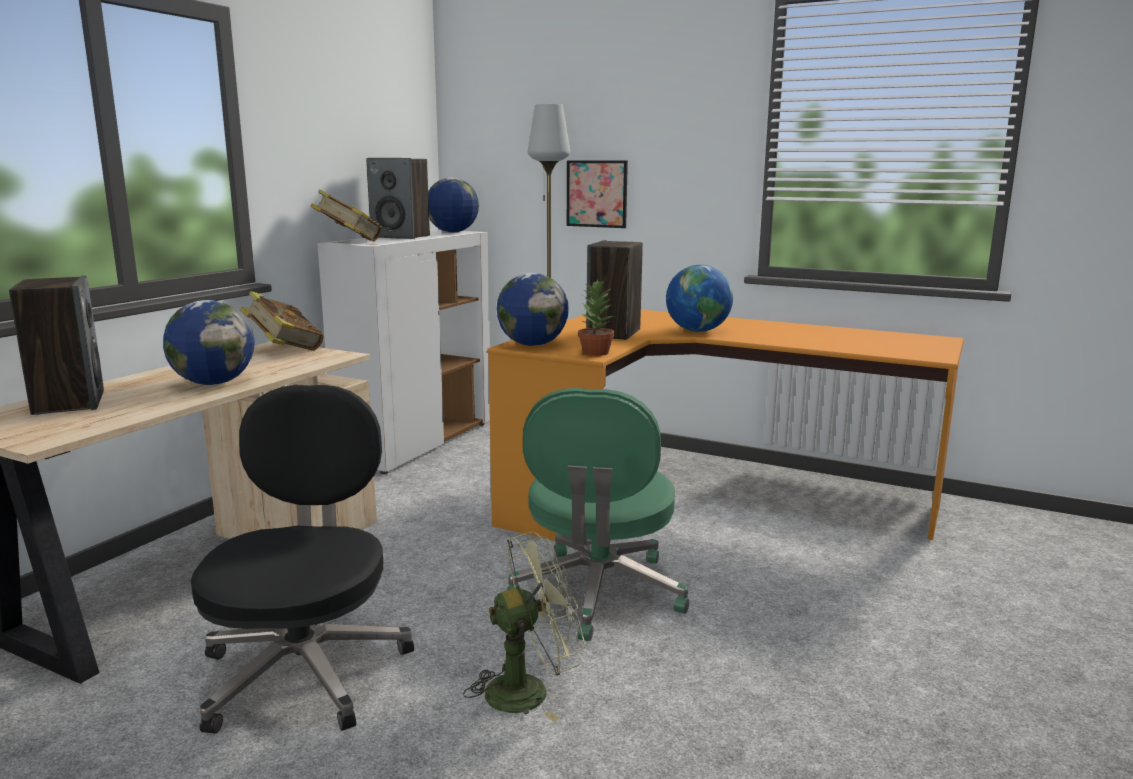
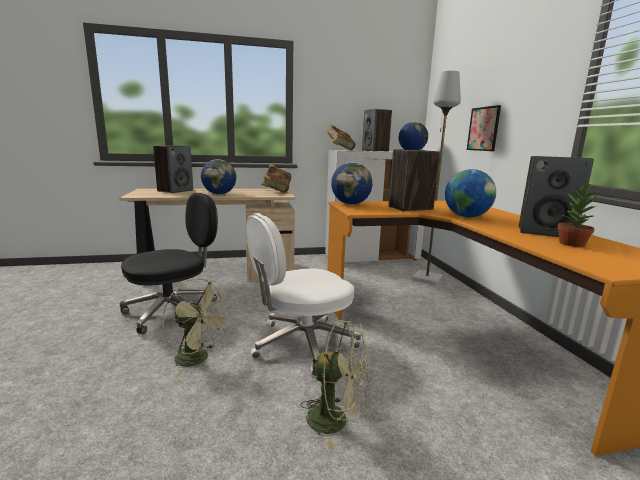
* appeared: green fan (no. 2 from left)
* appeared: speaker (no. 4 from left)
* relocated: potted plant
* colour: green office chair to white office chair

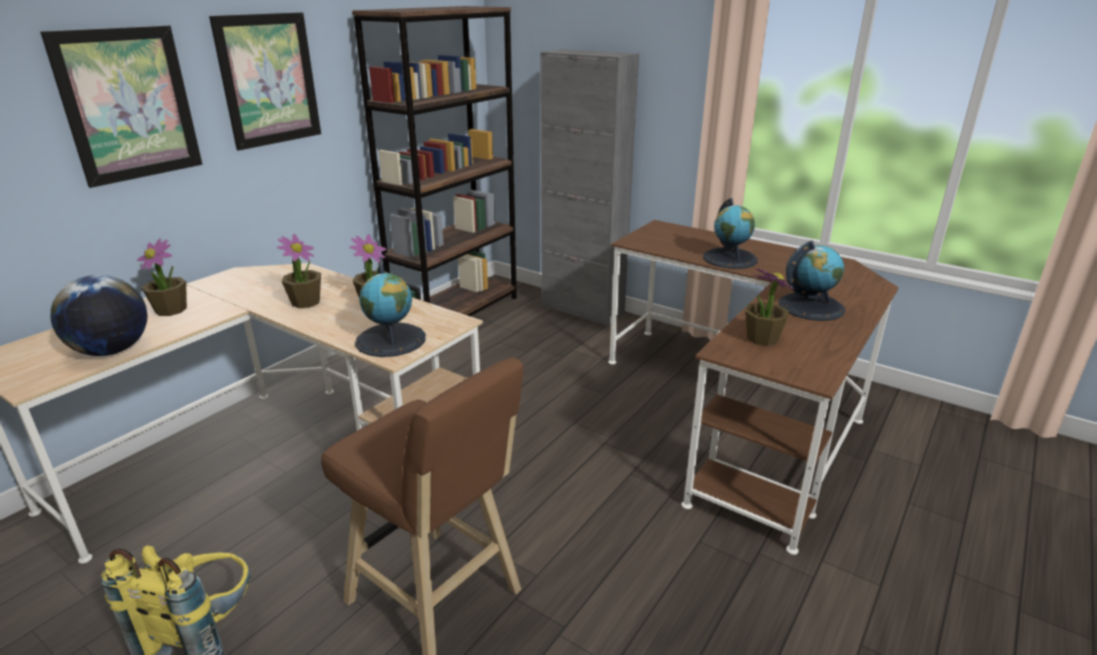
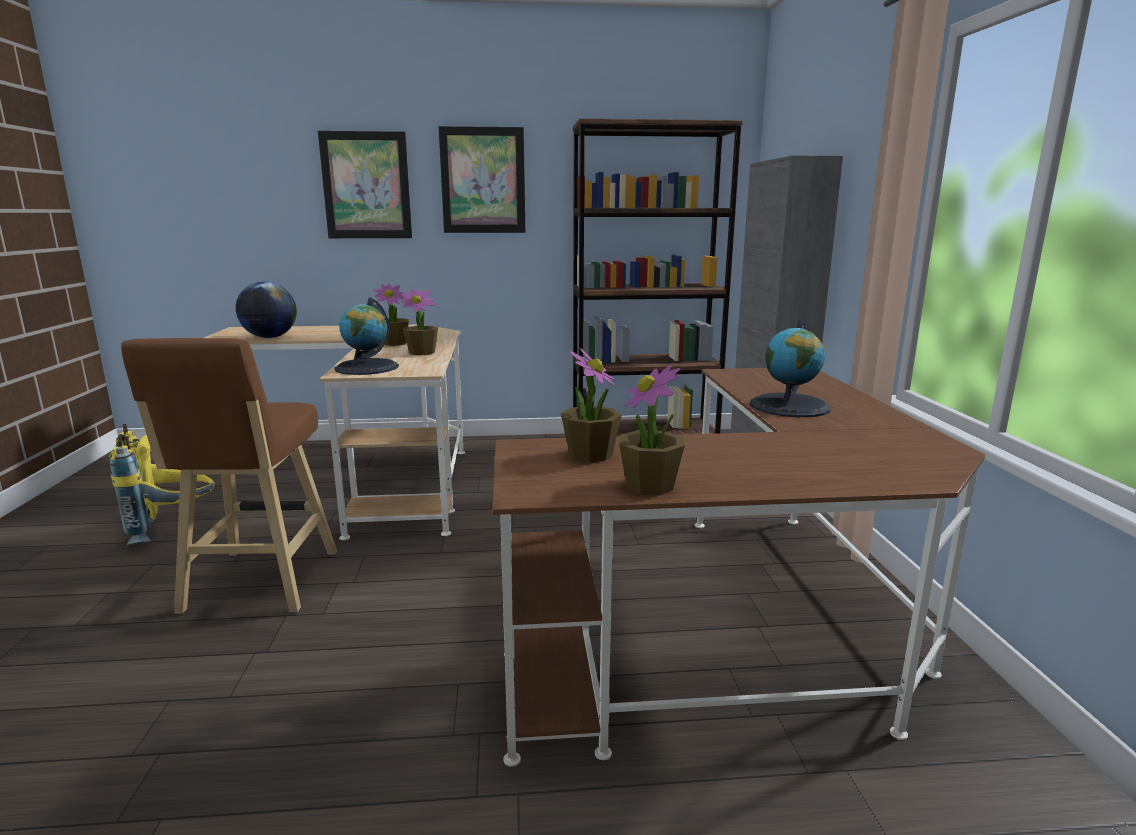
* missing: globe (no. 4 from left)
* relocated: potted plant (no. 1 from left in the first image) to potted plant (no. 4 from left)

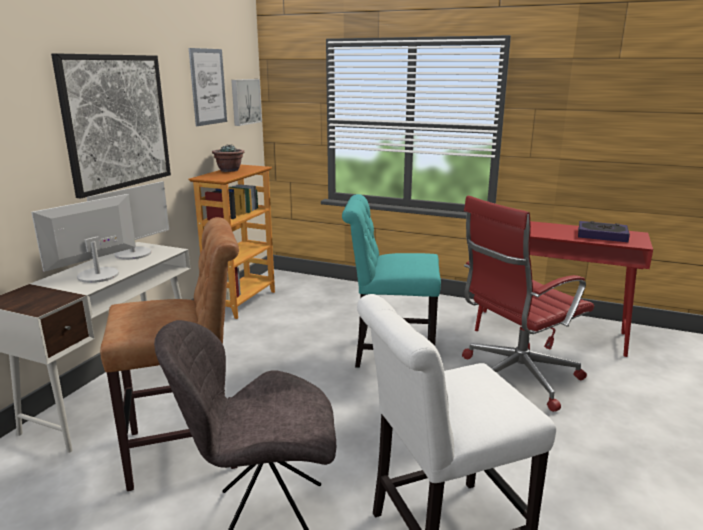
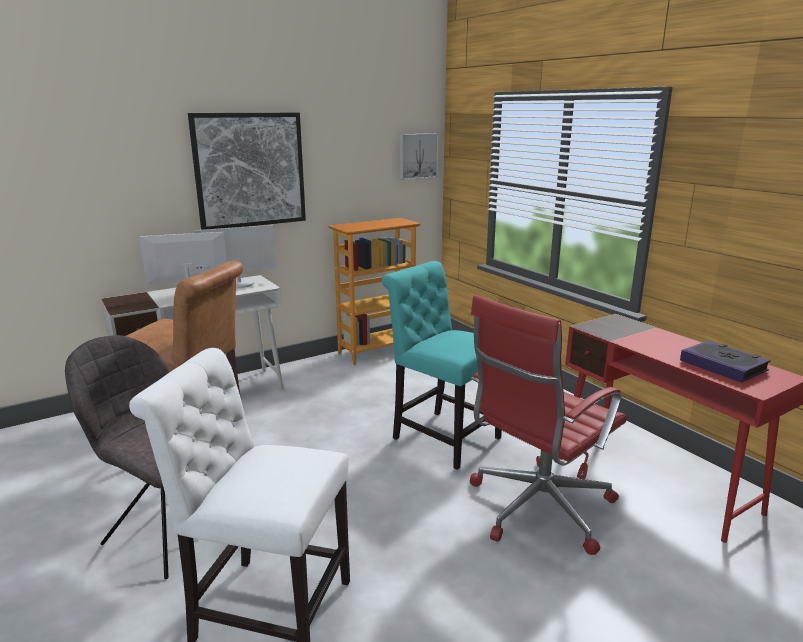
* missing: picture (no. 2 from left)
* missing: potted plant
* spun: red office chair 45 degrees counterclockwise

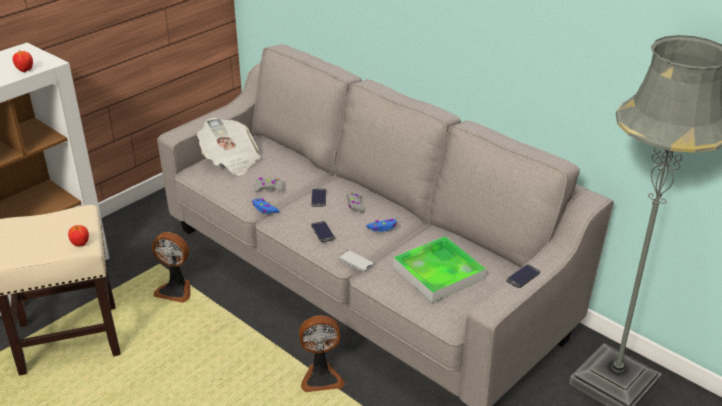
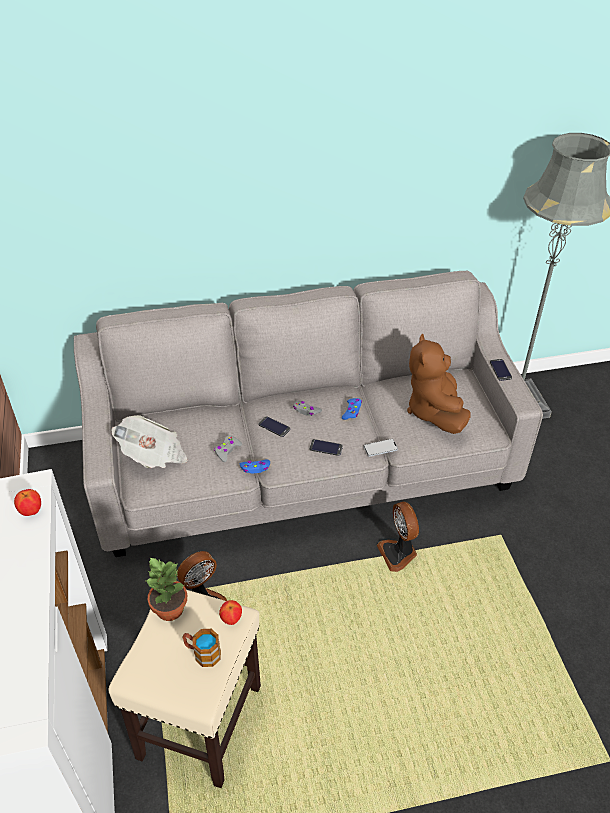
* appeared: potted plant
* appeared: mug
* exchanged: tray to brown plush toy
* spun: fan (no. 2 from left) 135 degrees clockwise

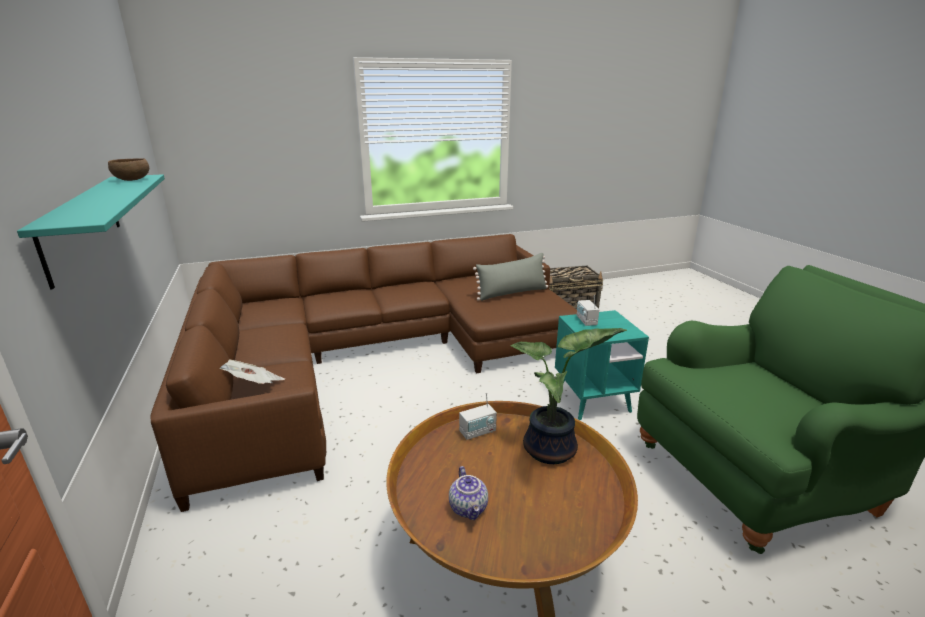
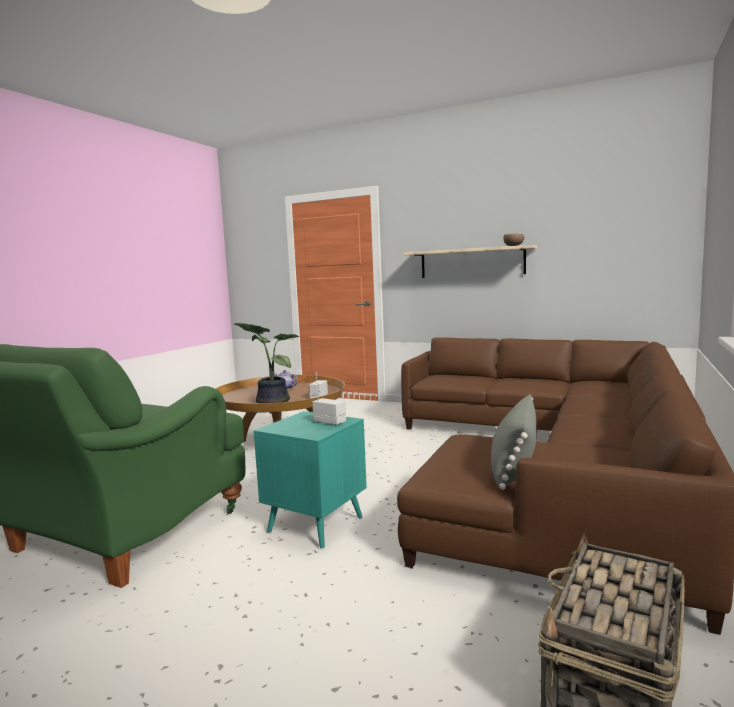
* missing: newspaper
* colour: turquoise shelf to beige shelf

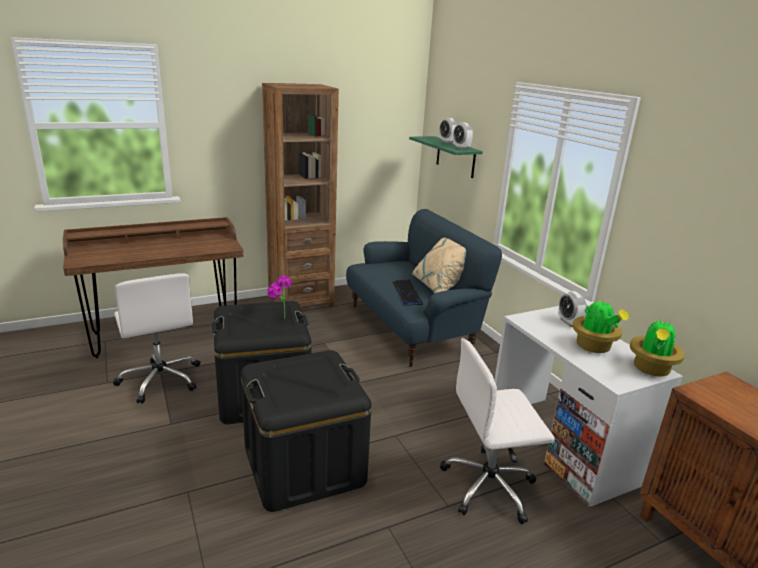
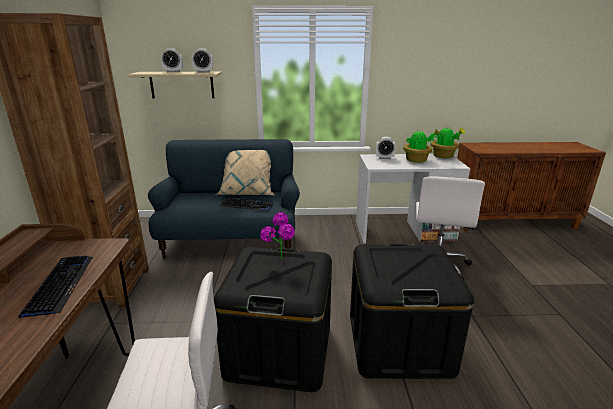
* appeared: keyboard (no. 1 from left)
* colour: green shelf to beige shelf

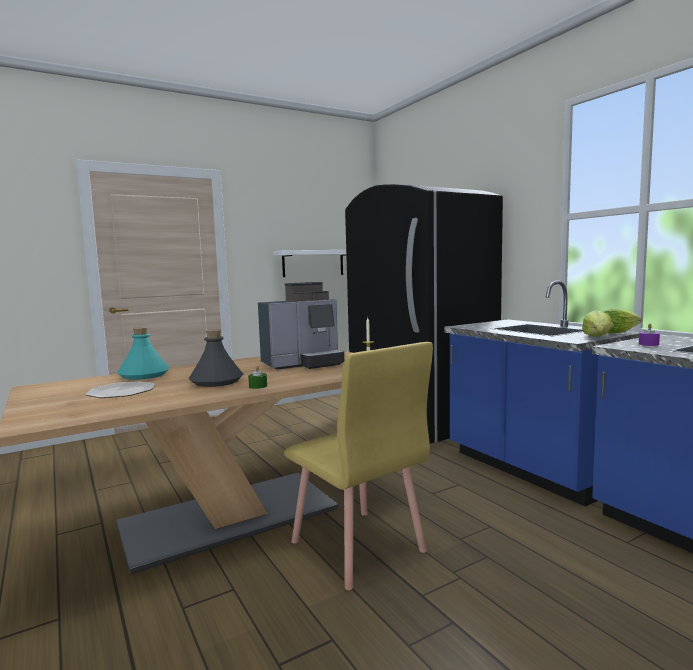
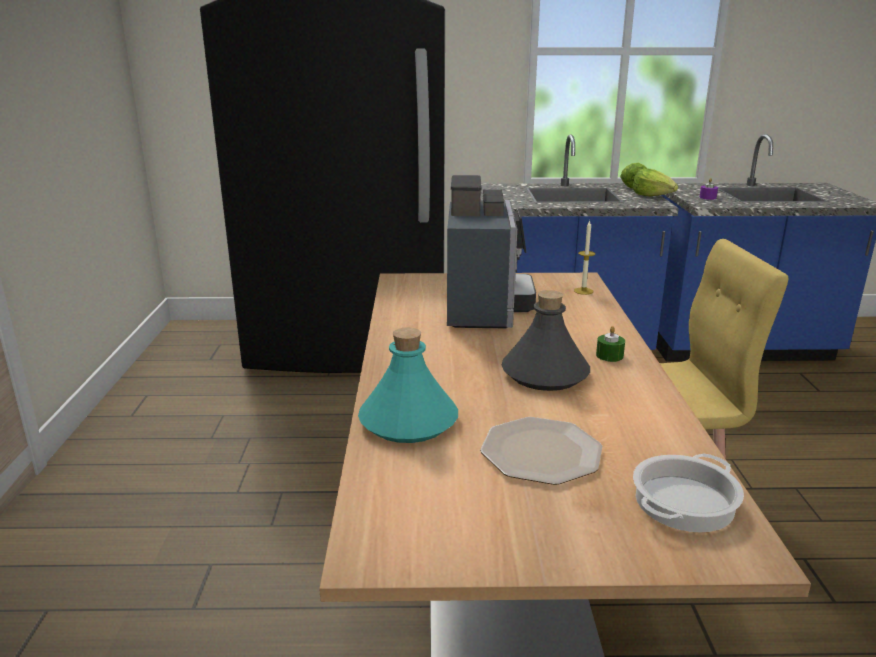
* missing: white shelf
* appeared: cooking pot

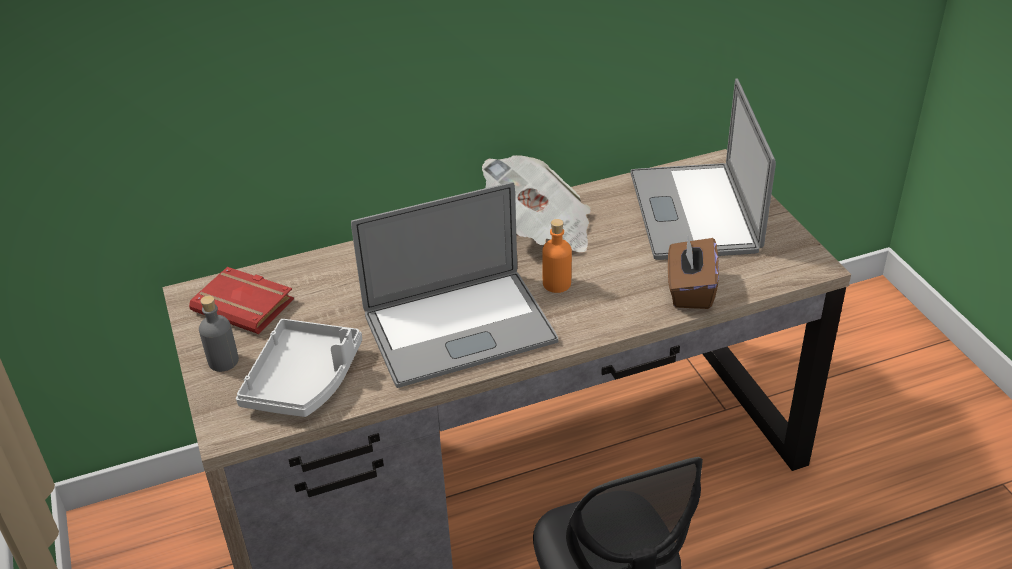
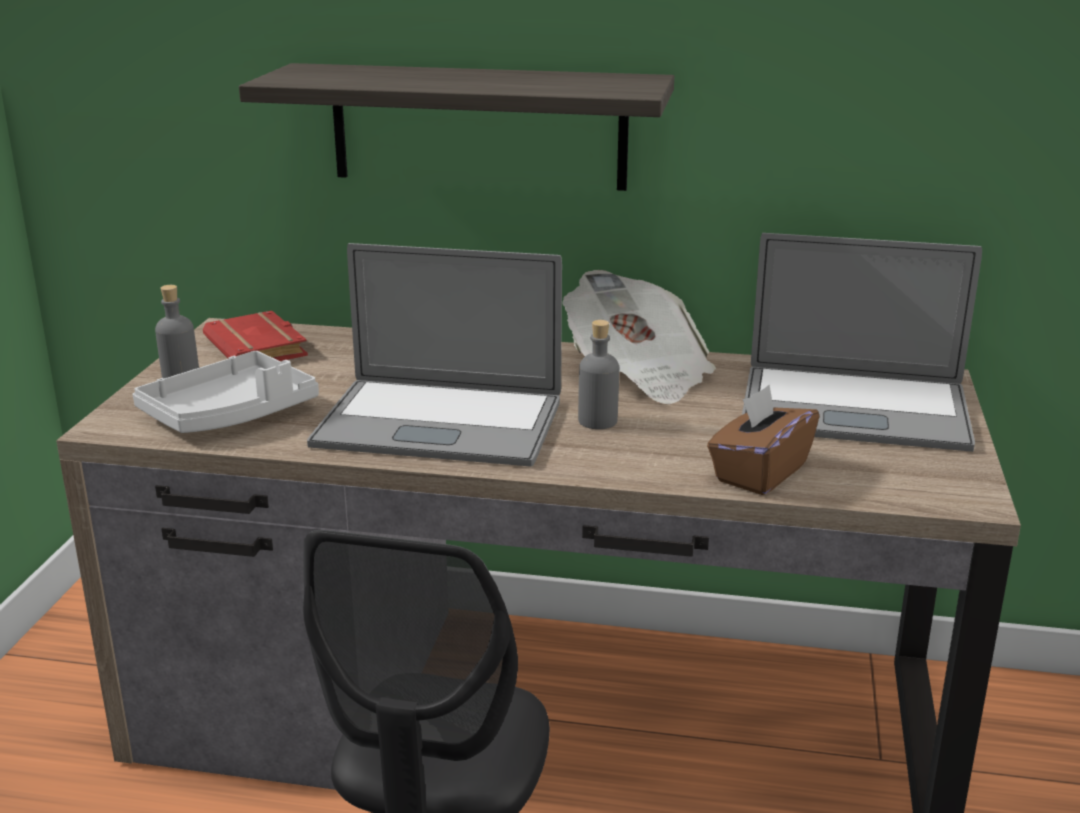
* appeared: shelf
* colour: orange bottle to grey bottle (no. 2 from left)
* spun: laptop (no. 2 from left) 105 degrees counterclockwise

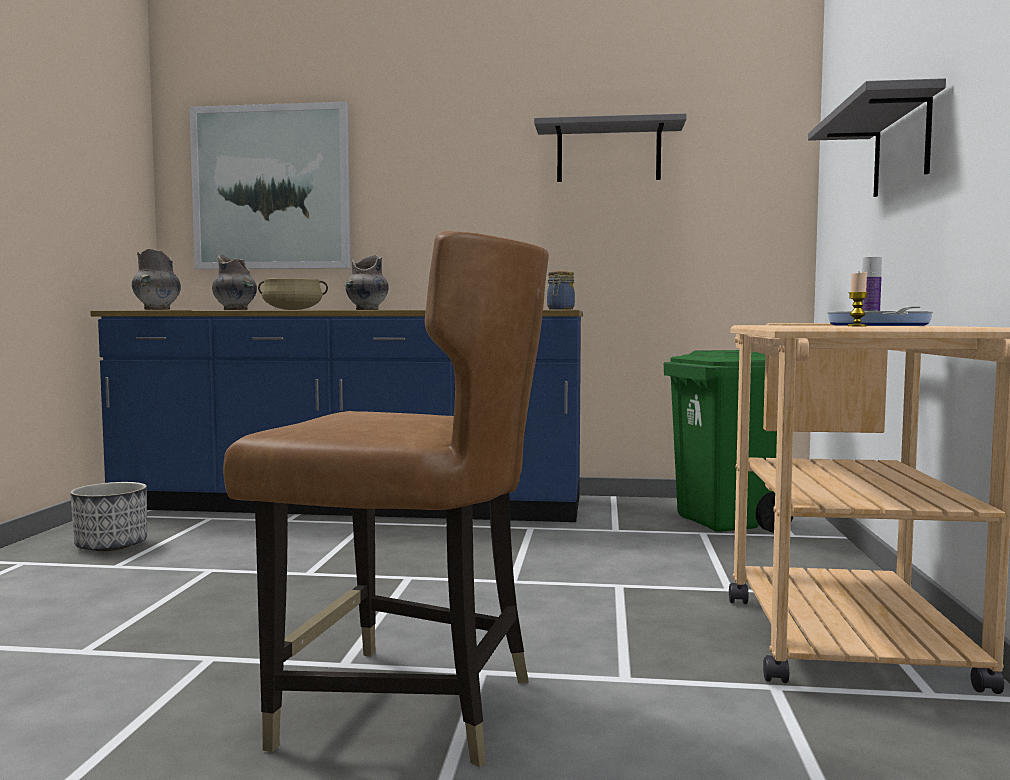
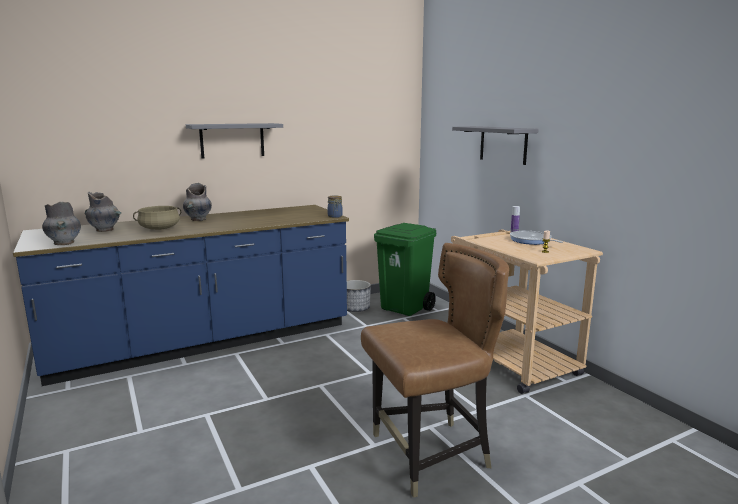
* missing: picture
* relocated: planter
* relocated: grey shelf (no. 1 from left)

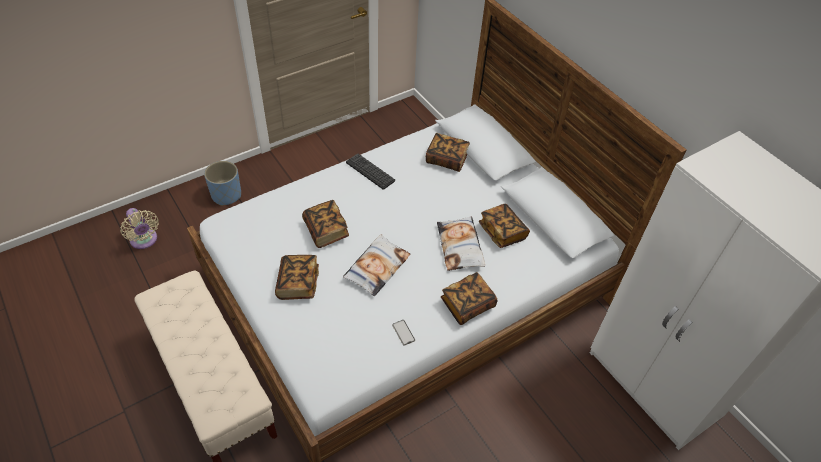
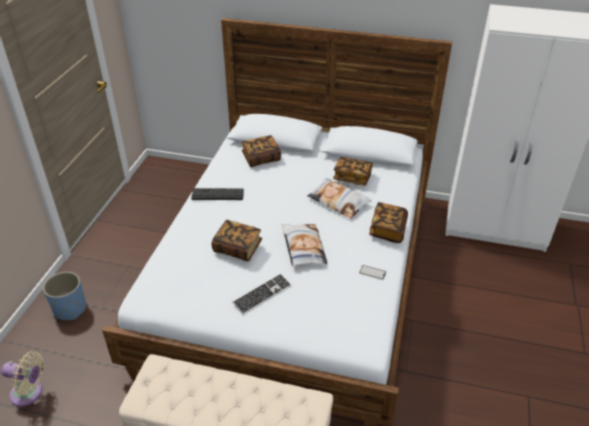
* exchanged: book (no. 1 from left) to keyboard (no. 2 from left)

